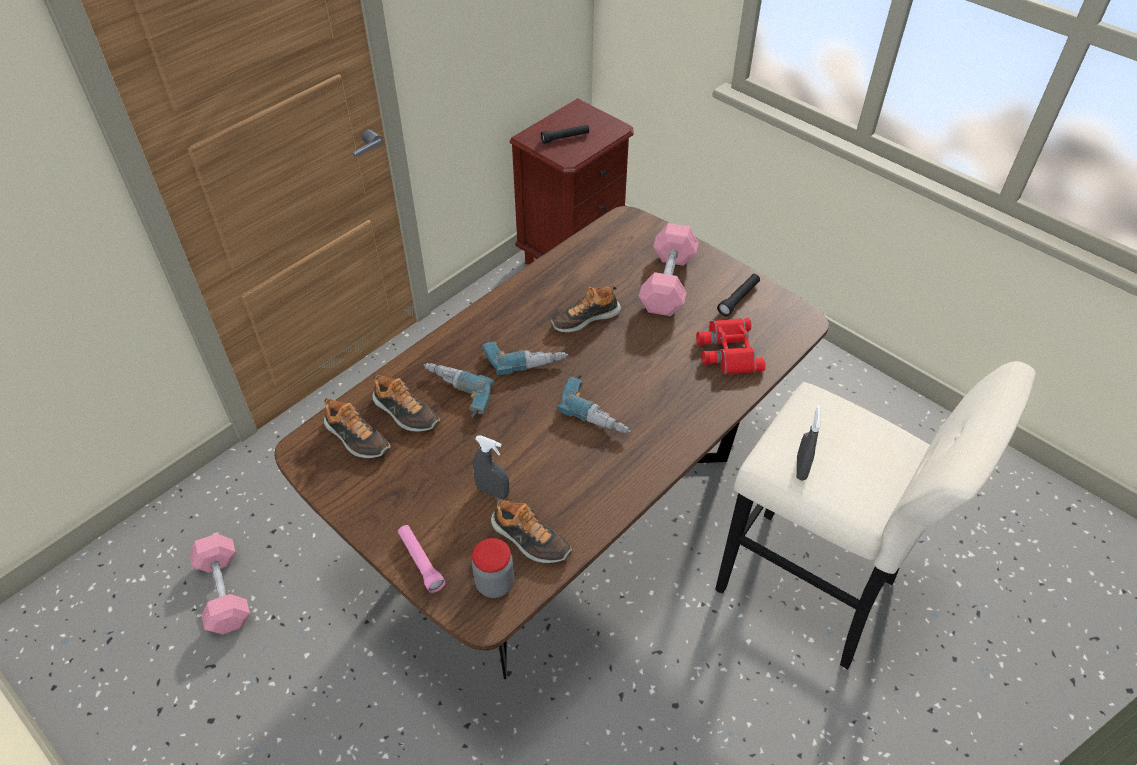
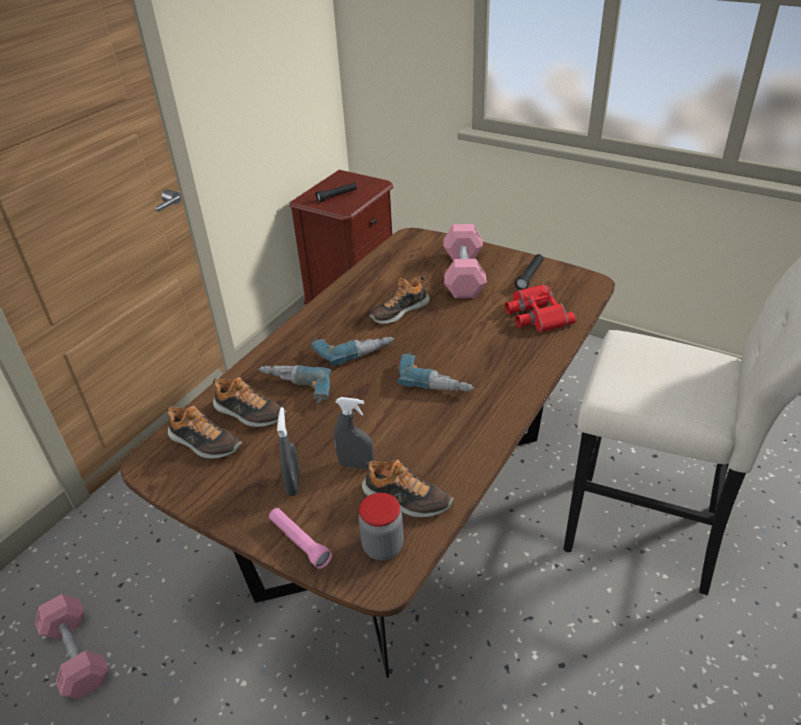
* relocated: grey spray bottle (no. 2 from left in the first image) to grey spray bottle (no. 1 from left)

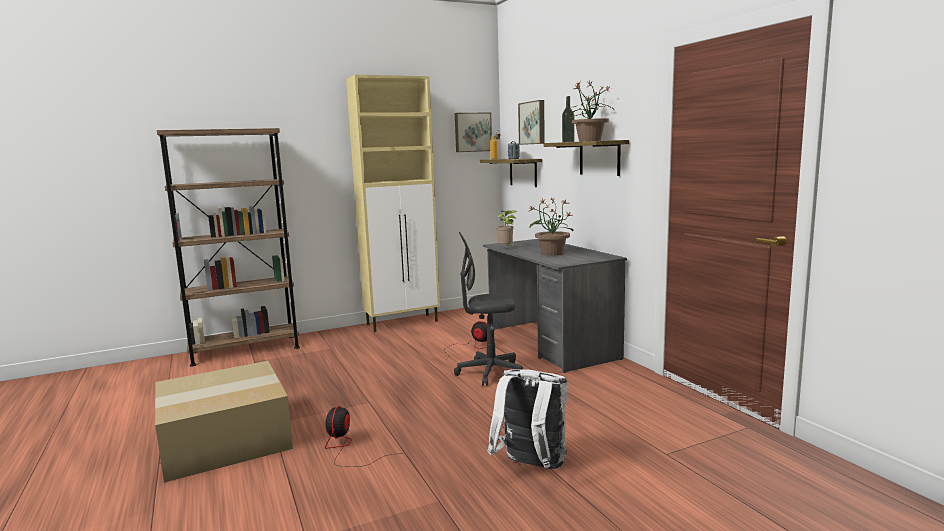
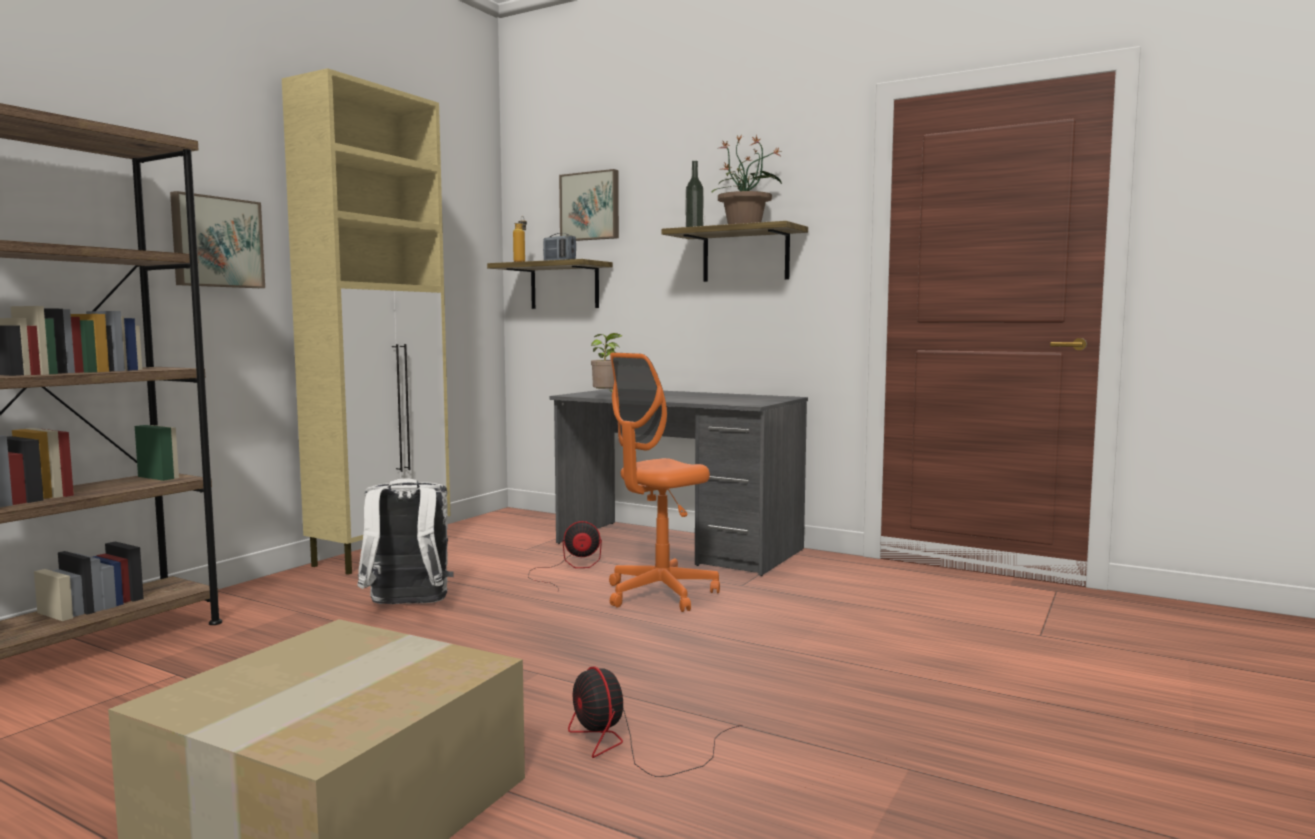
* missing: potted plant (no. 2 from left)
* relocated: picture (no. 1 from left)
* relocated: white backpack
* colour: grey office chair to orange office chair

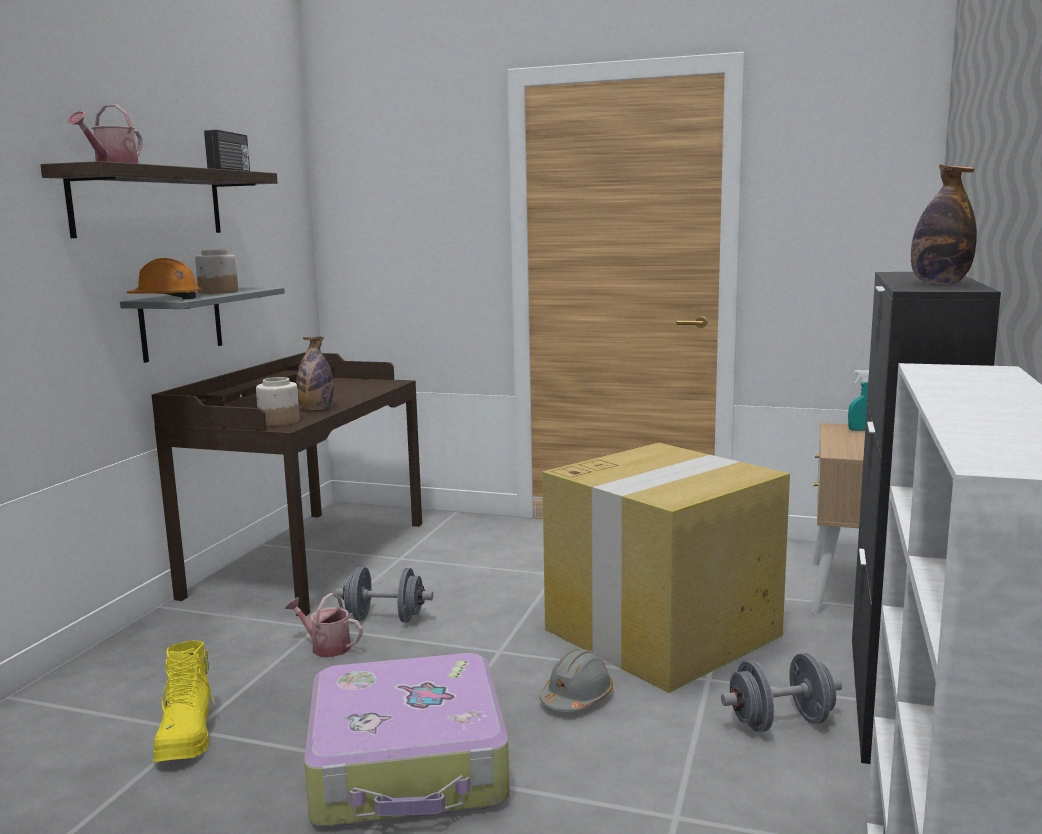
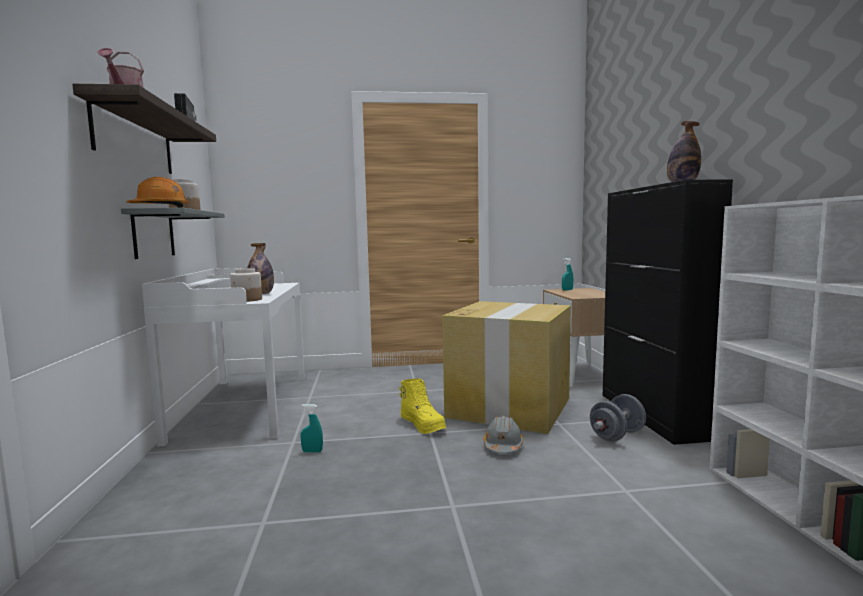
* missing: suitcase
* missing: grey dumbbell (no. 1 from left)
* relocated: yellow boot
* exchanged: watering can (no. 2 from left) to turquoise spray bottle (no. 1 from left)
* colour: brown desk to white desk

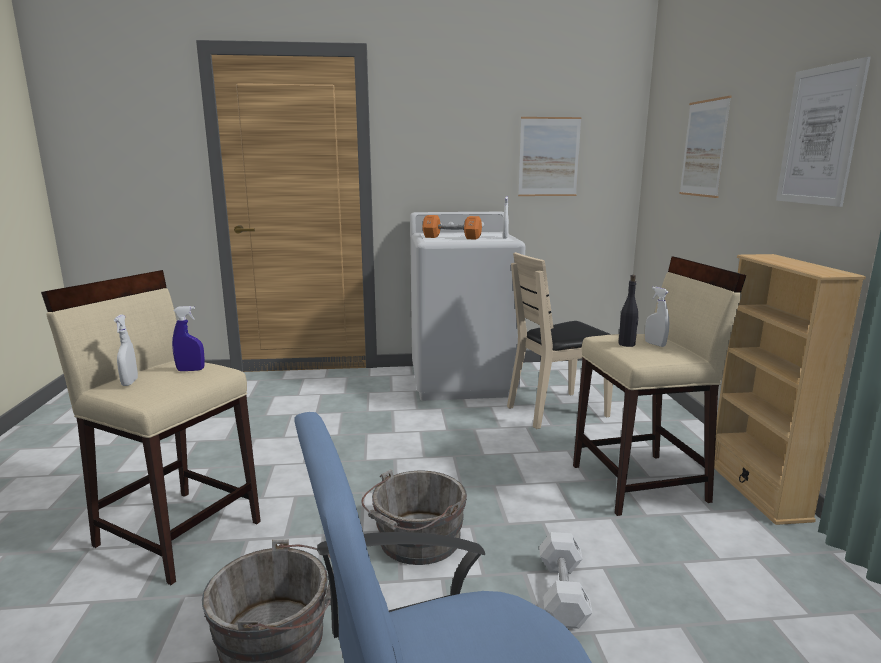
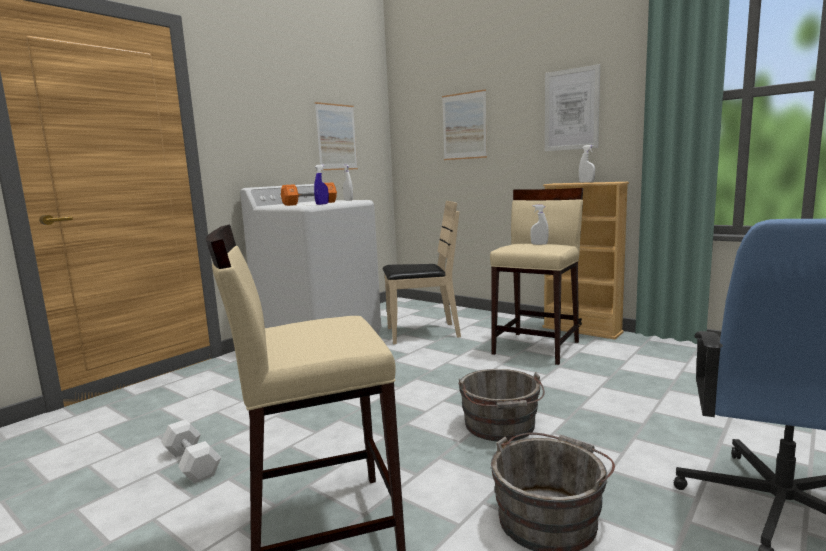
* missing: black bottle
* relocated: white spray bottle (no. 1 from left in the first image) to white spray bottle (no. 3 from left)
* relocated: blue spray bottle
* relocated: white dumbbell
* spun: beige chair 120 degrees counterclockwise

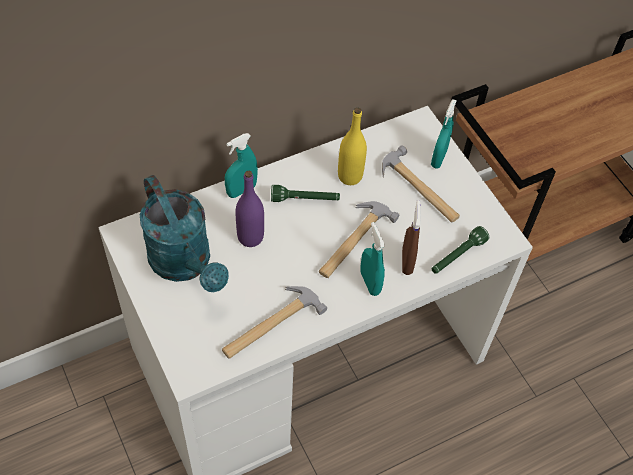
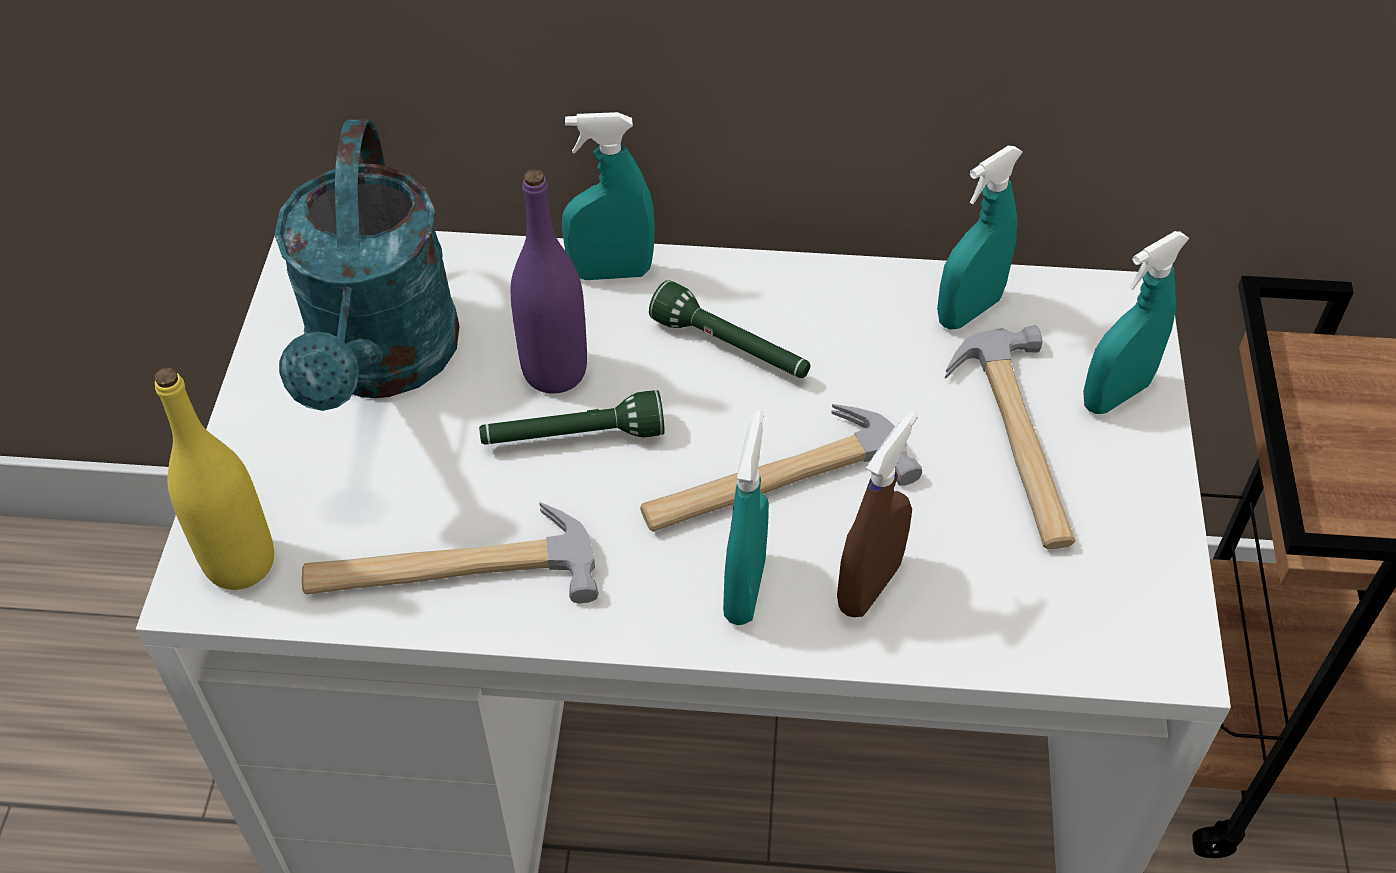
* appeared: turquoise spray bottle (no. 3 from left)
* relocated: yellow bottle
* relocated: green flashlight (no. 2 from left in the first image) to green flashlight (no. 1 from left)

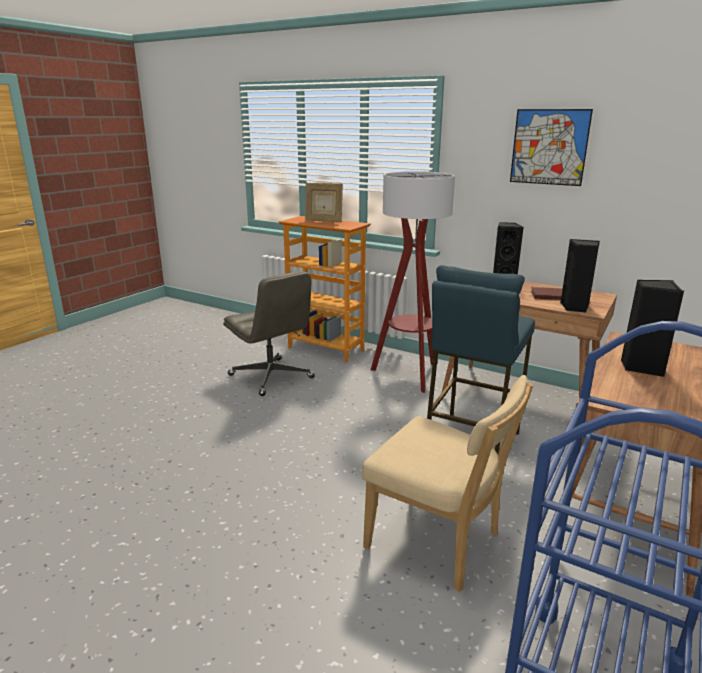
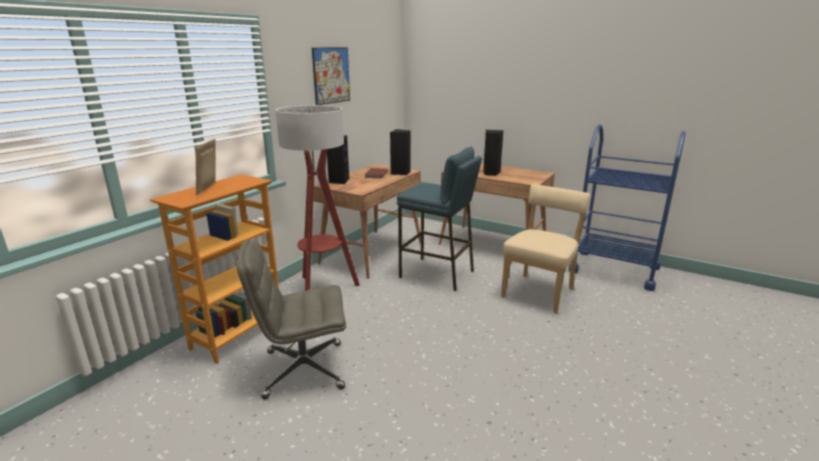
* spun: grey office chair 150 degrees counterclockwise
* spun: picture frame 150 degrees clockwise

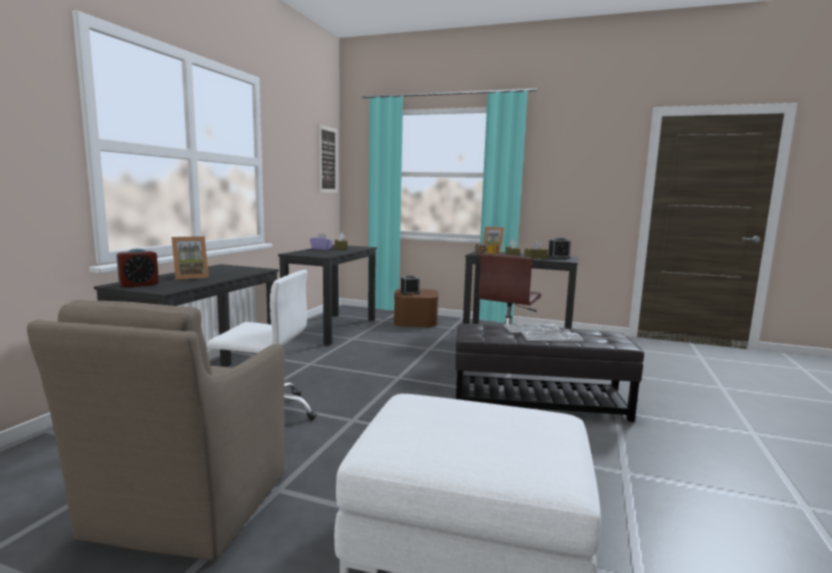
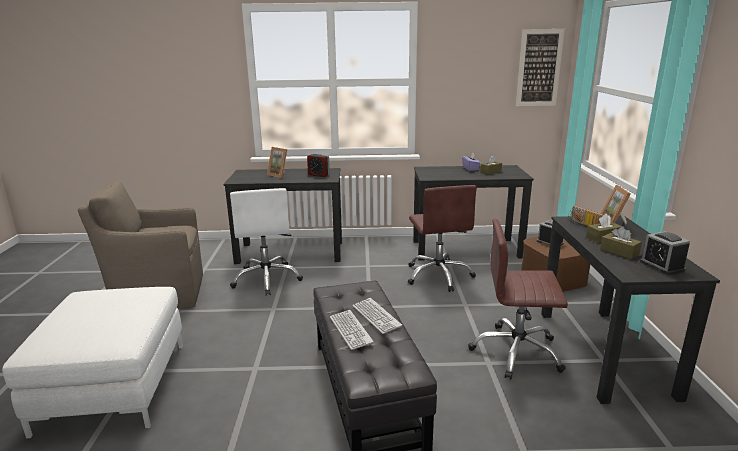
* appeared: brown office chair (no. 1 from left)
* relocated: alarm clock (no. 1 from left)

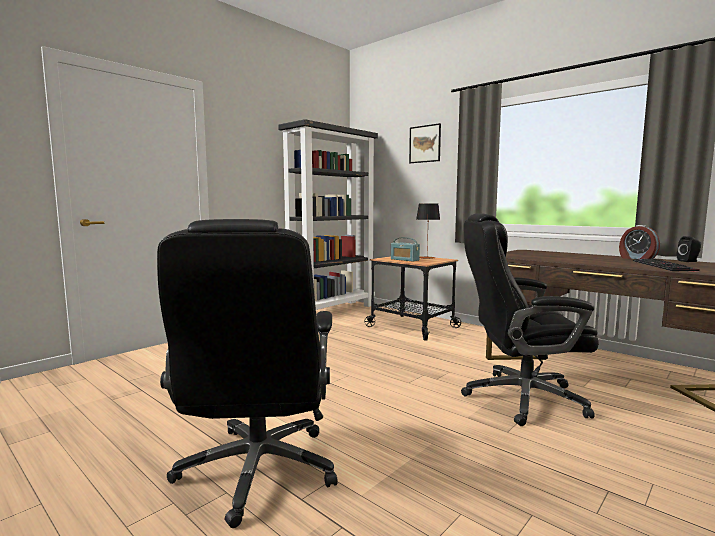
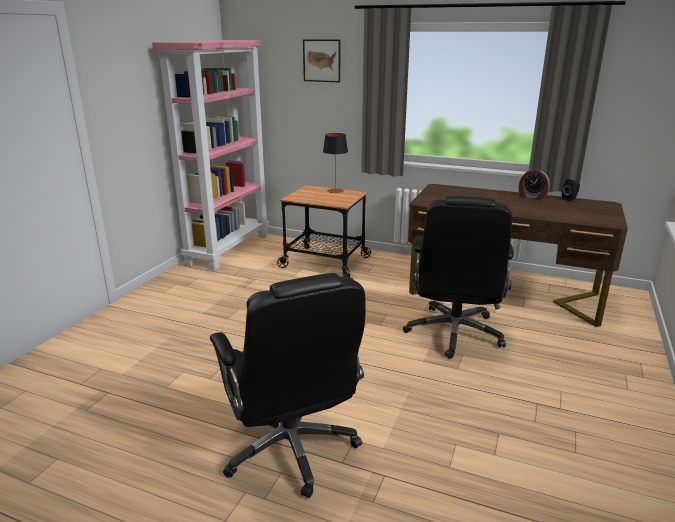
* missing: radio
* missing: keyboard
* colour: black bookcase to pink bookcase
* spun: black office chair (no. 2 from left) 60 degrees counterclockwise

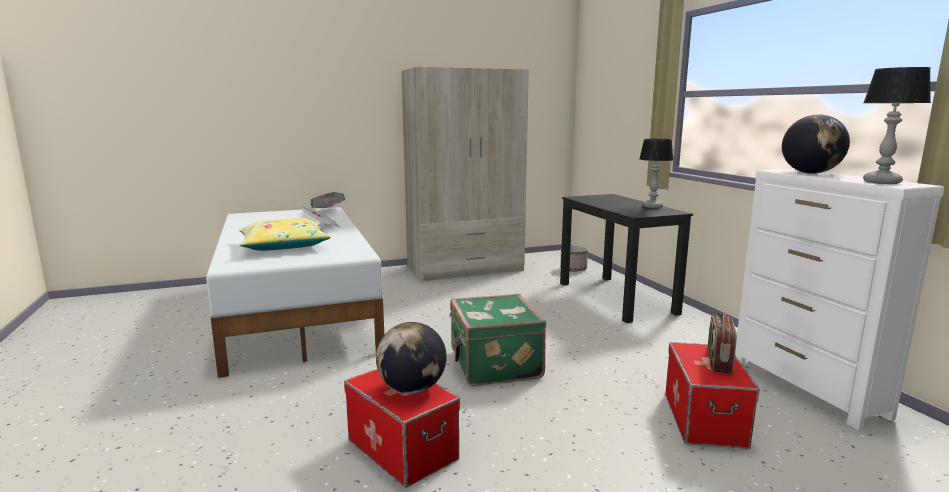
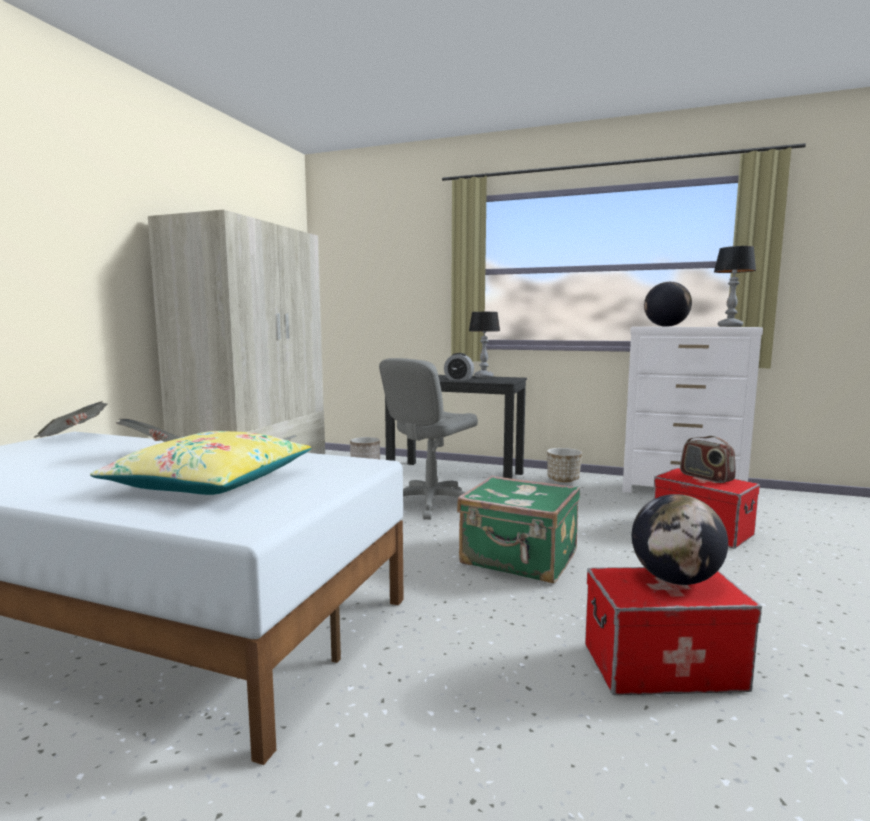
* appeared: grey office chair
* appeared: alarm clock
* appeared: planter (no. 2 from left)

